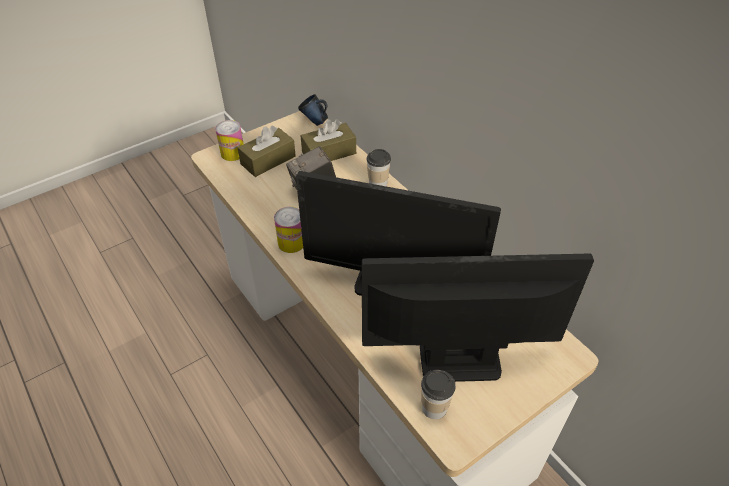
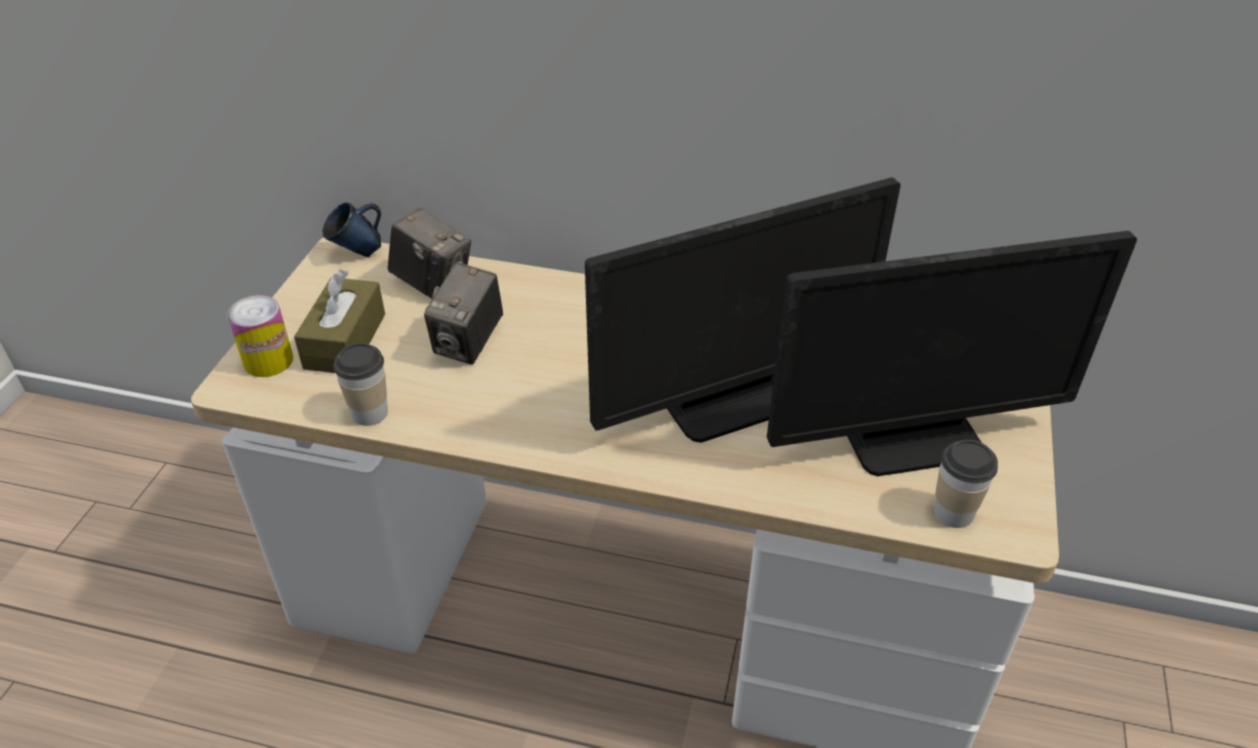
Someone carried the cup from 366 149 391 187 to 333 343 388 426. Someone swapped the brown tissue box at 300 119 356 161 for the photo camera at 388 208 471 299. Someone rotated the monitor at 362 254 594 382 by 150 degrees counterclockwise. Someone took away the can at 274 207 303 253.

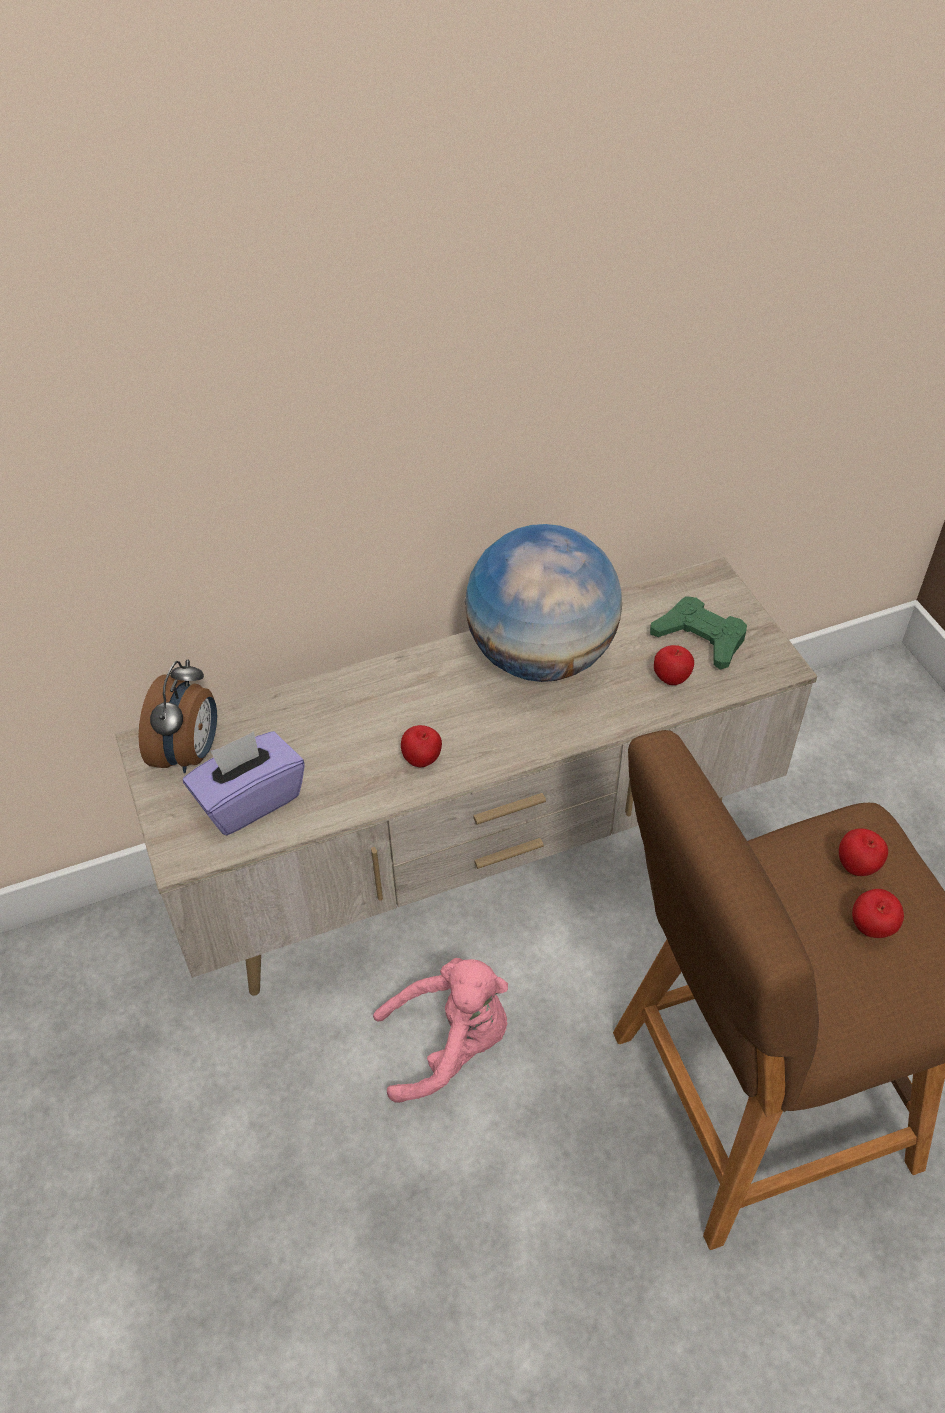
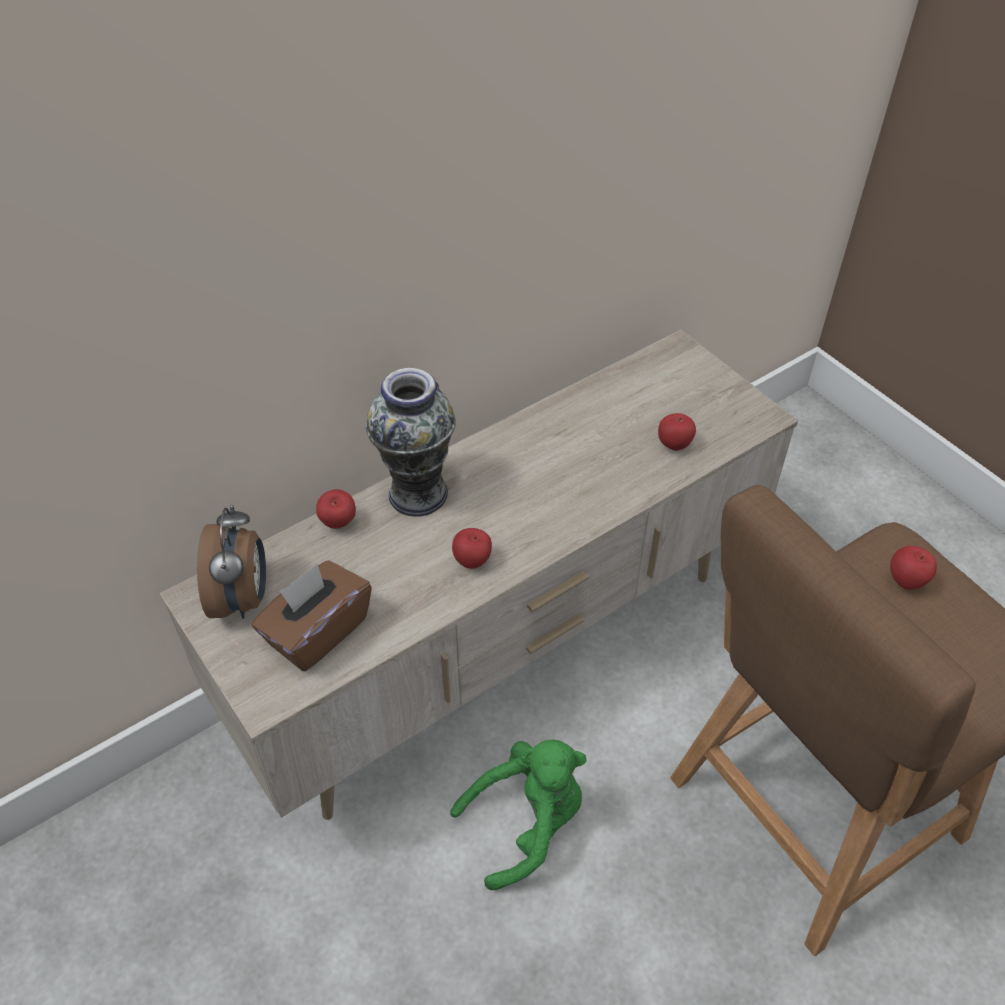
Someone repainted the purple tissue box at 183 731 305 835, which became the brown tissue box at 252 560 372 671. Someone carried the apple from 852 889 904 938 to 316 489 356 529. Someone put down the vase at 366 368 456 517. Someone repainted the pink plush toy at 373 958 508 1103, which became the green plush toy at 450 740 587 890. Someone took away the globe at 465 524 622 682. Someone took away the green game controller at 650 596 747 670.

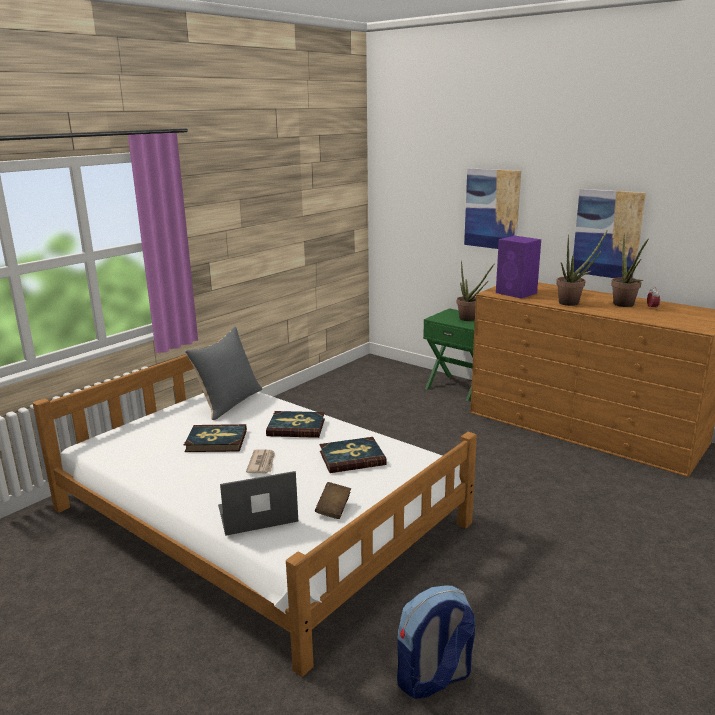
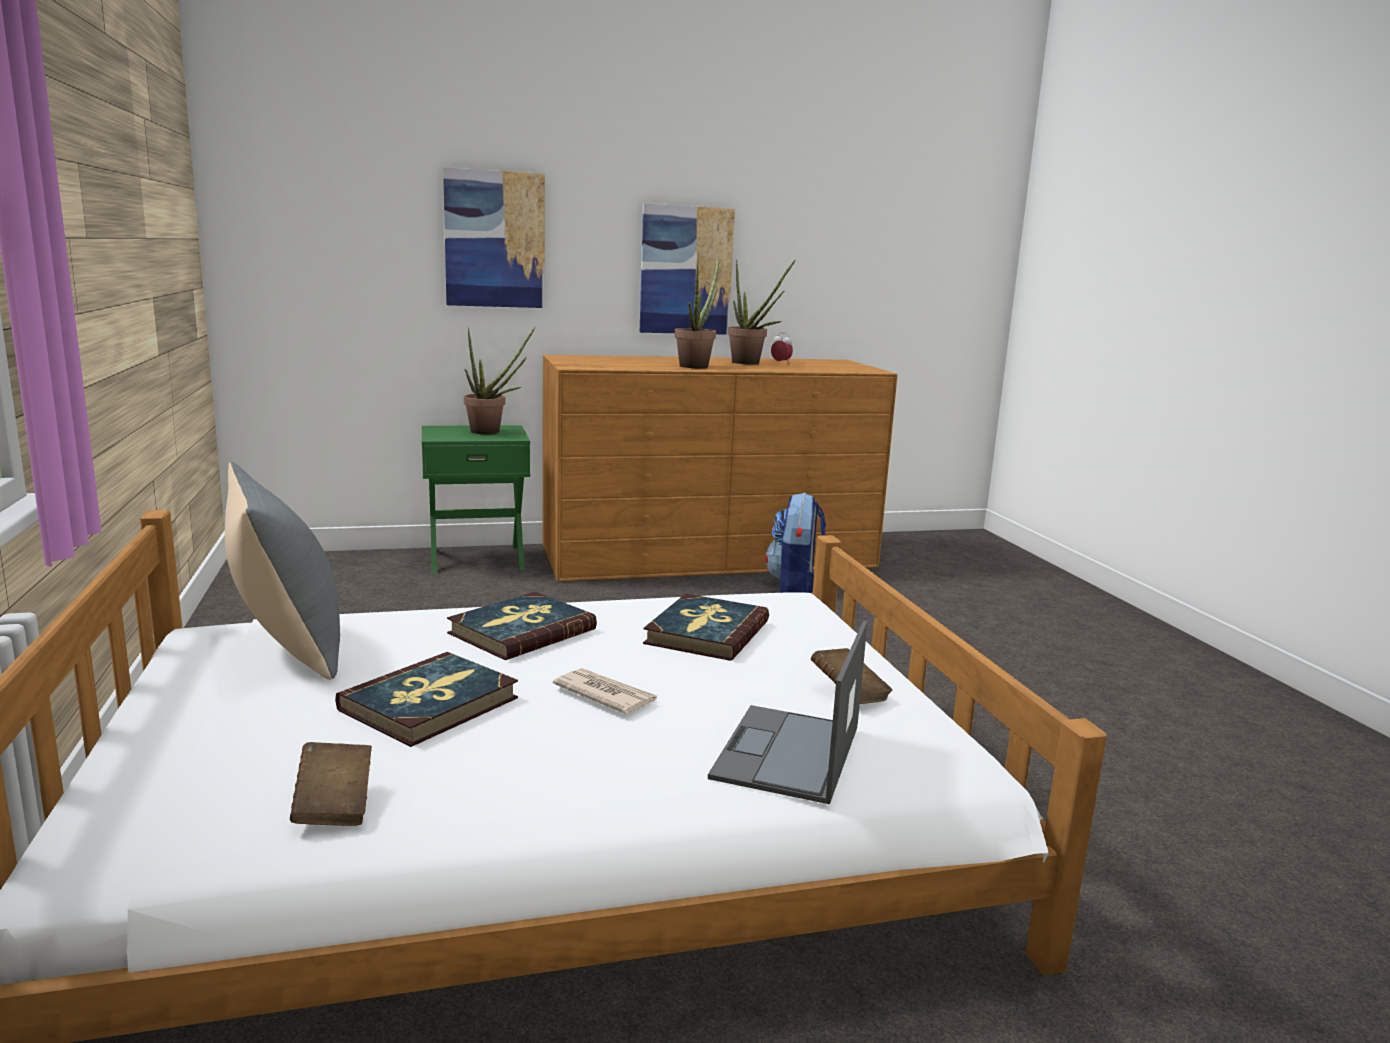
Someone put down the brown book at 290 742 372 826. Someone carried the backpack from 397 586 475 699 to 765 493 826 593. Someone took away the purple speaker at 496 236 541 299.

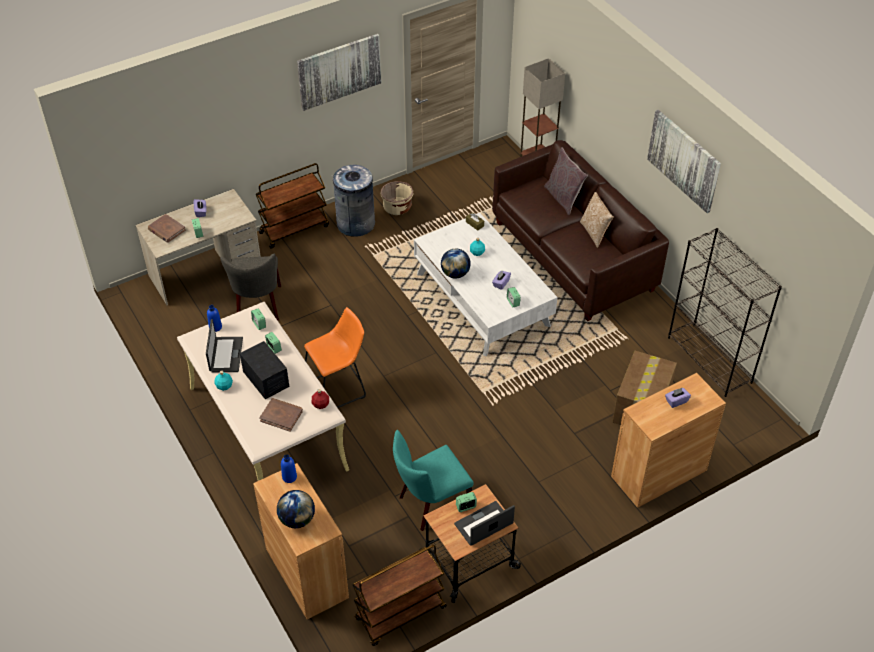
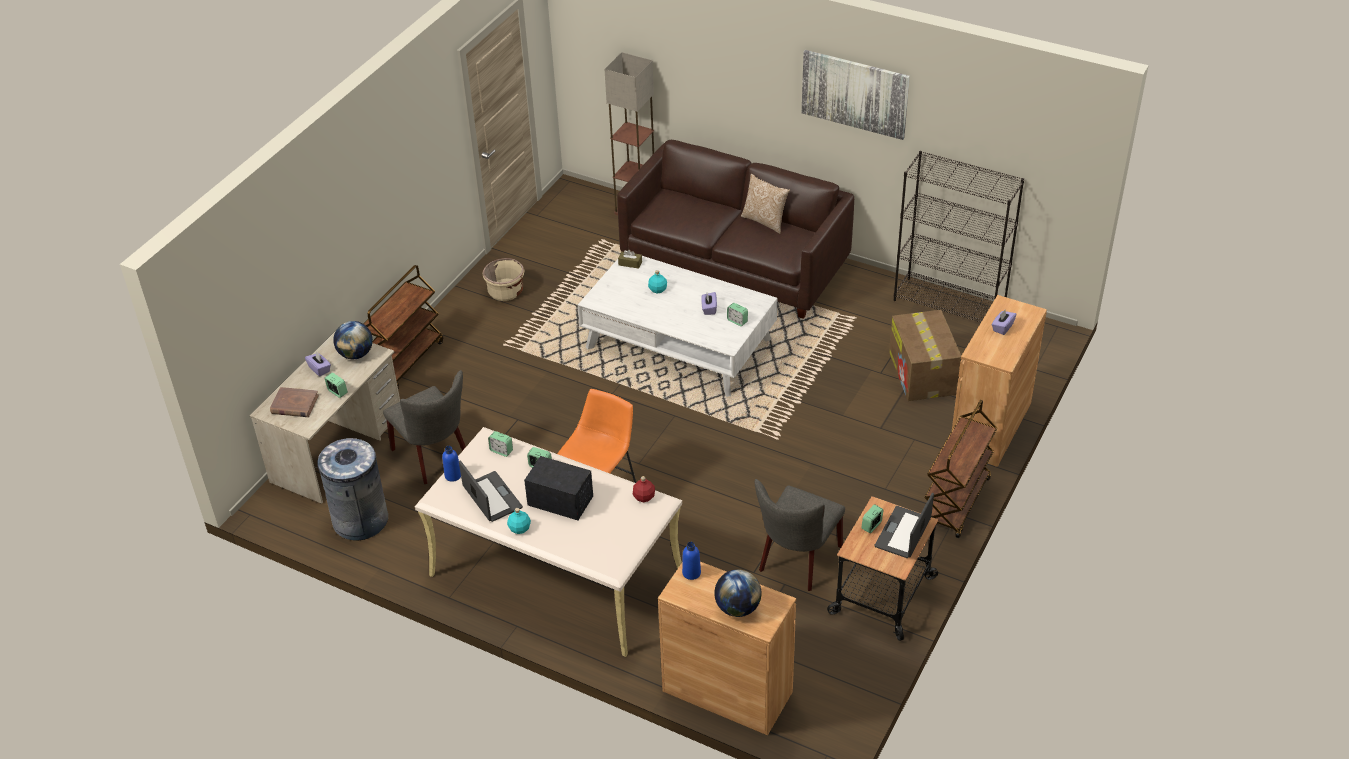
Someone carried the grey trash can from 333 165 375 237 to 317 438 388 541. Someone carried the globe from 441 249 471 278 to 333 321 373 359. Someone repainted the turquoise chair at 393 430 474 531, which became the grey chair at 755 479 845 591. Someone carried the brown cart from 353 545 447 646 to 925 400 997 538. Someone took away the brown book at 259 398 303 432. Someone took away the picture at 297 34 381 111. Someone took away the grey pillow at 544 147 588 215.

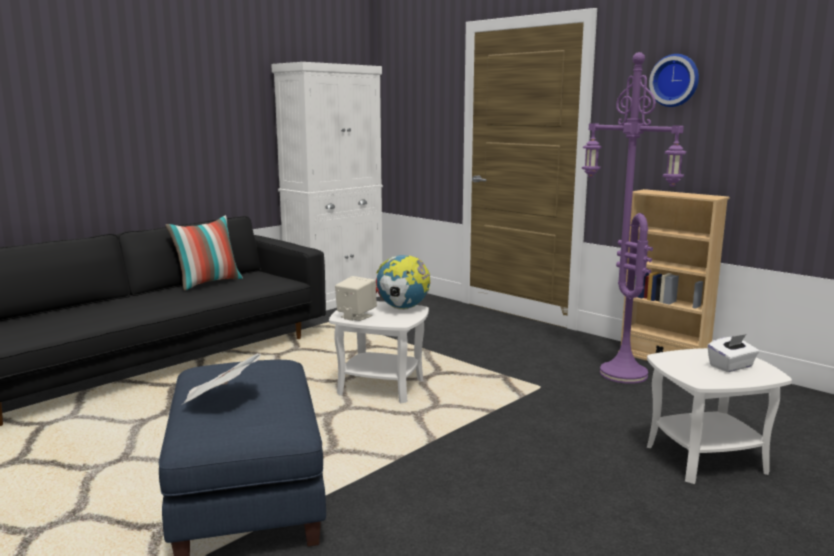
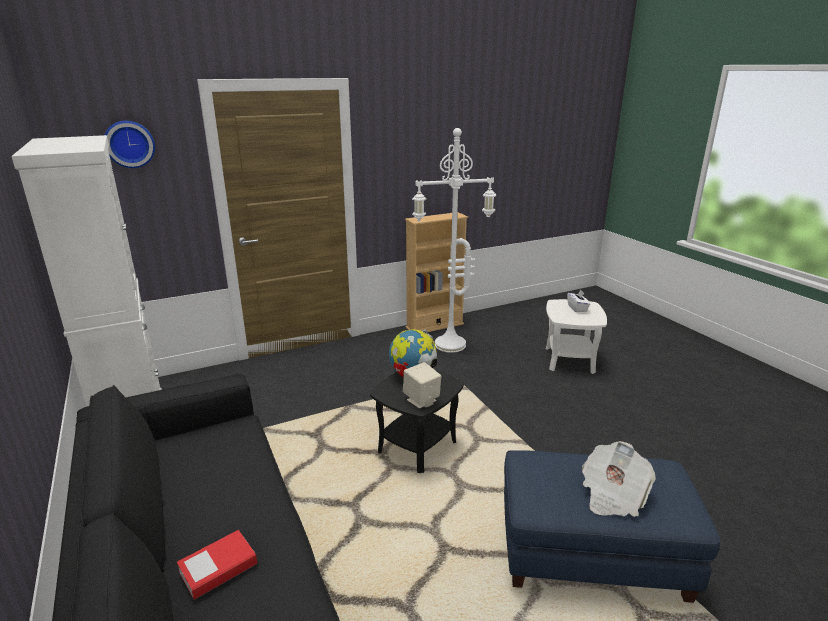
Someone carried the wall clock from 649 54 699 107 to 105 121 155 168. Someone put down the book at 177 530 257 600. Someone repainted the white side table at 329 301 429 403, which became the black side table at 370 369 464 473. Someone repainted the purple floor lamp at 582 52 686 384, which became the white floor lamp at 412 128 496 353. Someone took away the pillow at 165 215 243 291.

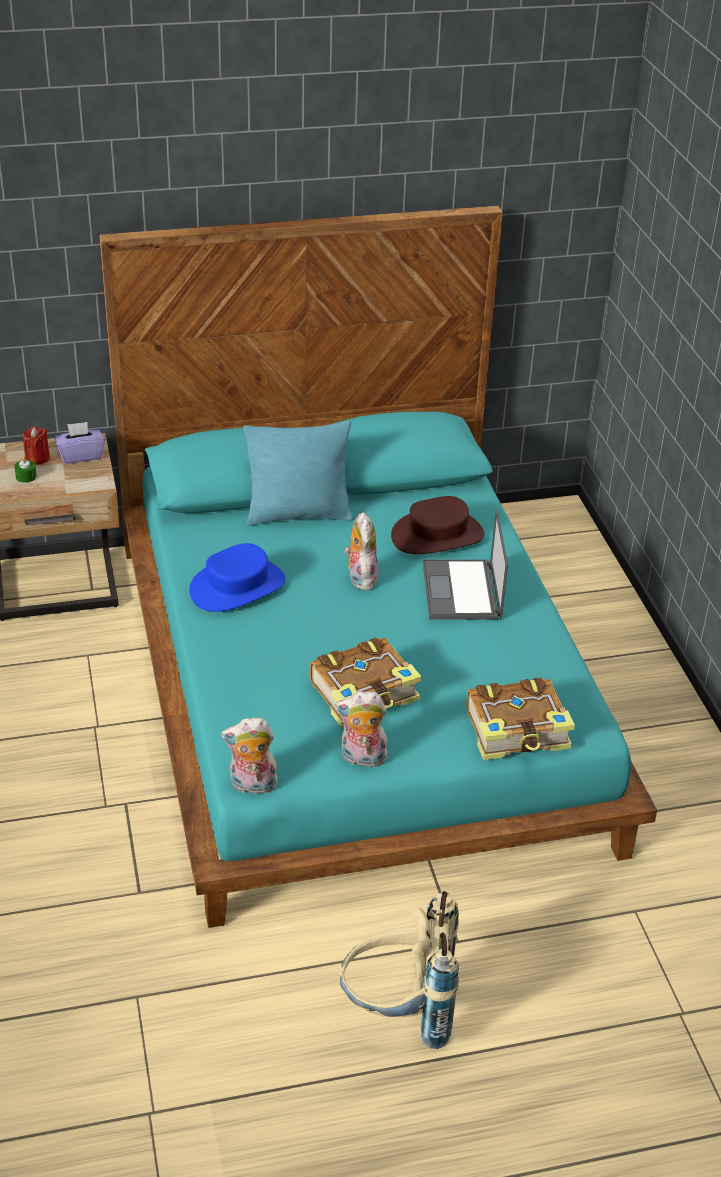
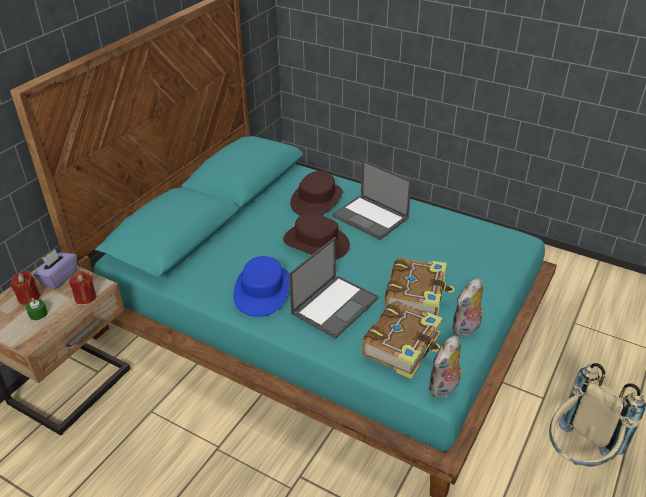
Someone put down the red candle at 69 271 96 304. Someone swapped the plush toy at 344 512 379 591 for the brown hat at 283 213 350 259. Someone put down the laptop at 289 237 379 339. Someone carried the book from 466 677 575 760 to 362 301 443 379. Someone took away the turquoise pillow at 243 421 353 526.

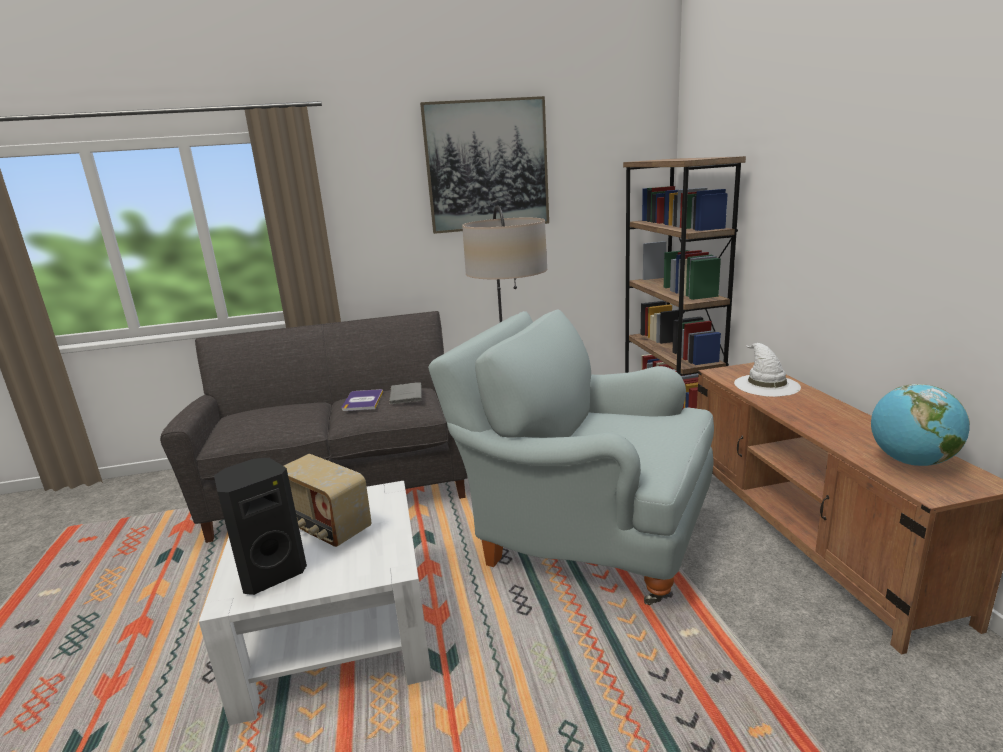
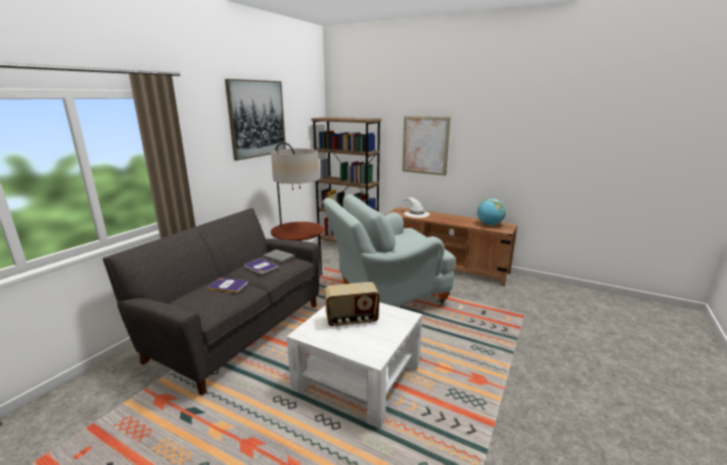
Someone put down the book at 207 278 248 293. Someone put up the picture at 402 116 450 175. Someone took away the black speaker at 214 458 307 595.

